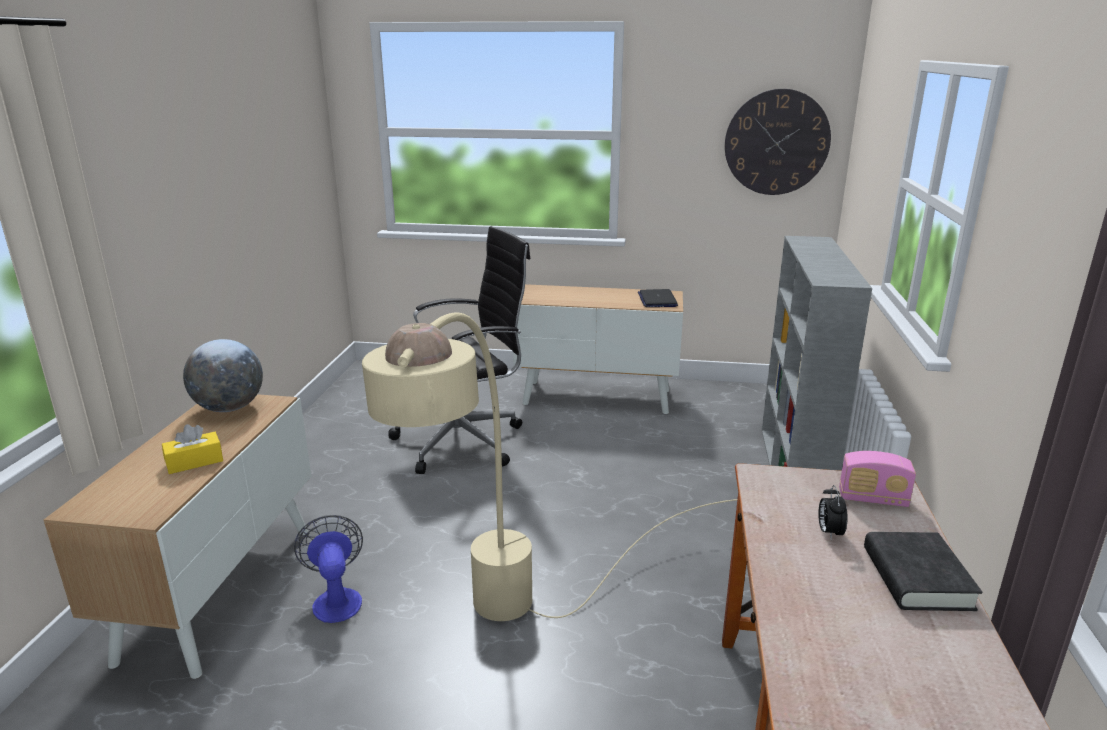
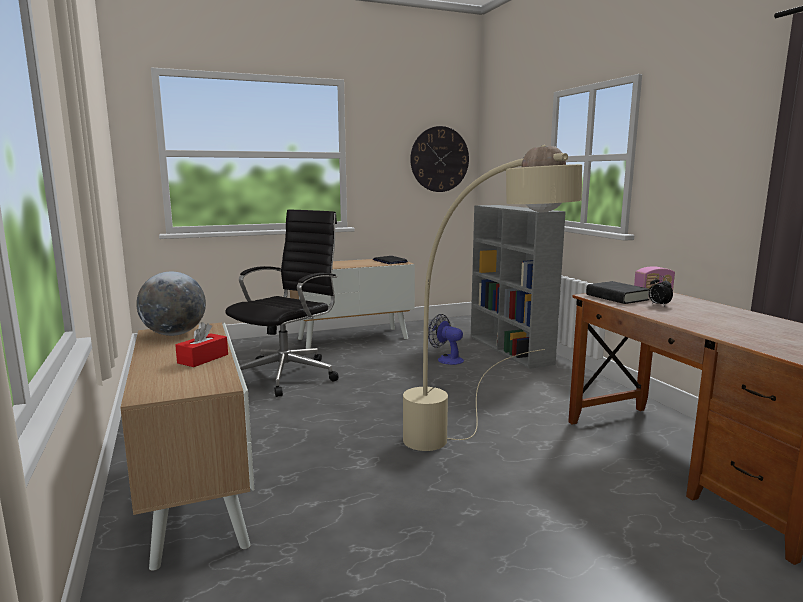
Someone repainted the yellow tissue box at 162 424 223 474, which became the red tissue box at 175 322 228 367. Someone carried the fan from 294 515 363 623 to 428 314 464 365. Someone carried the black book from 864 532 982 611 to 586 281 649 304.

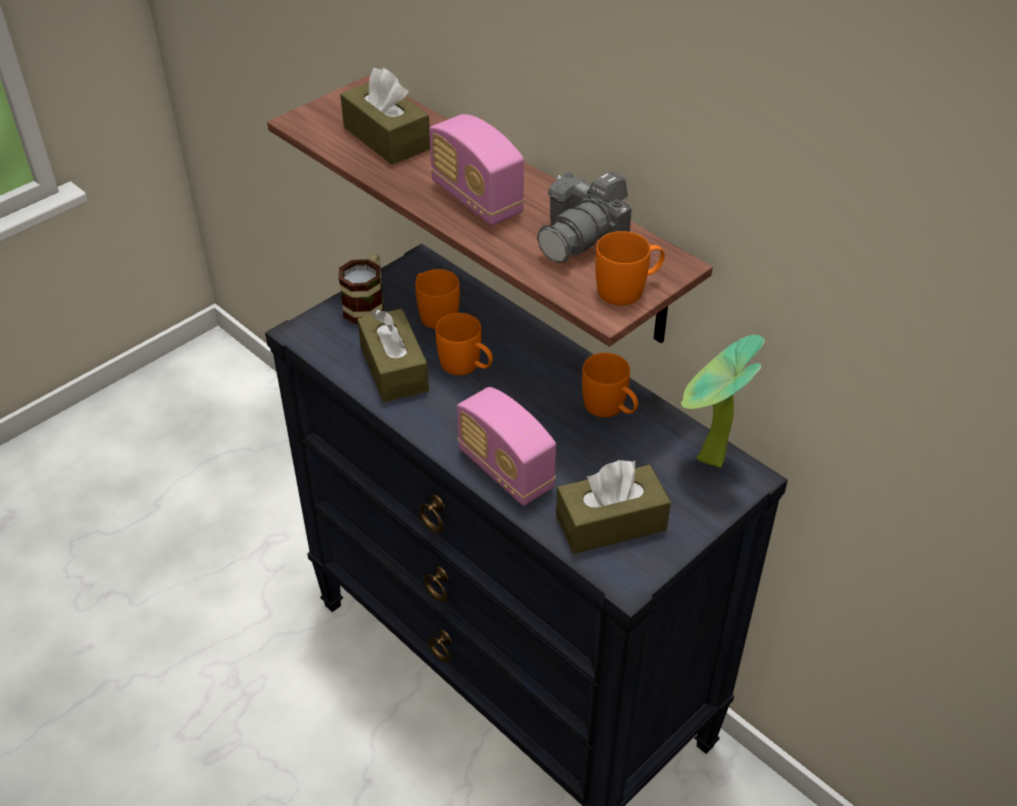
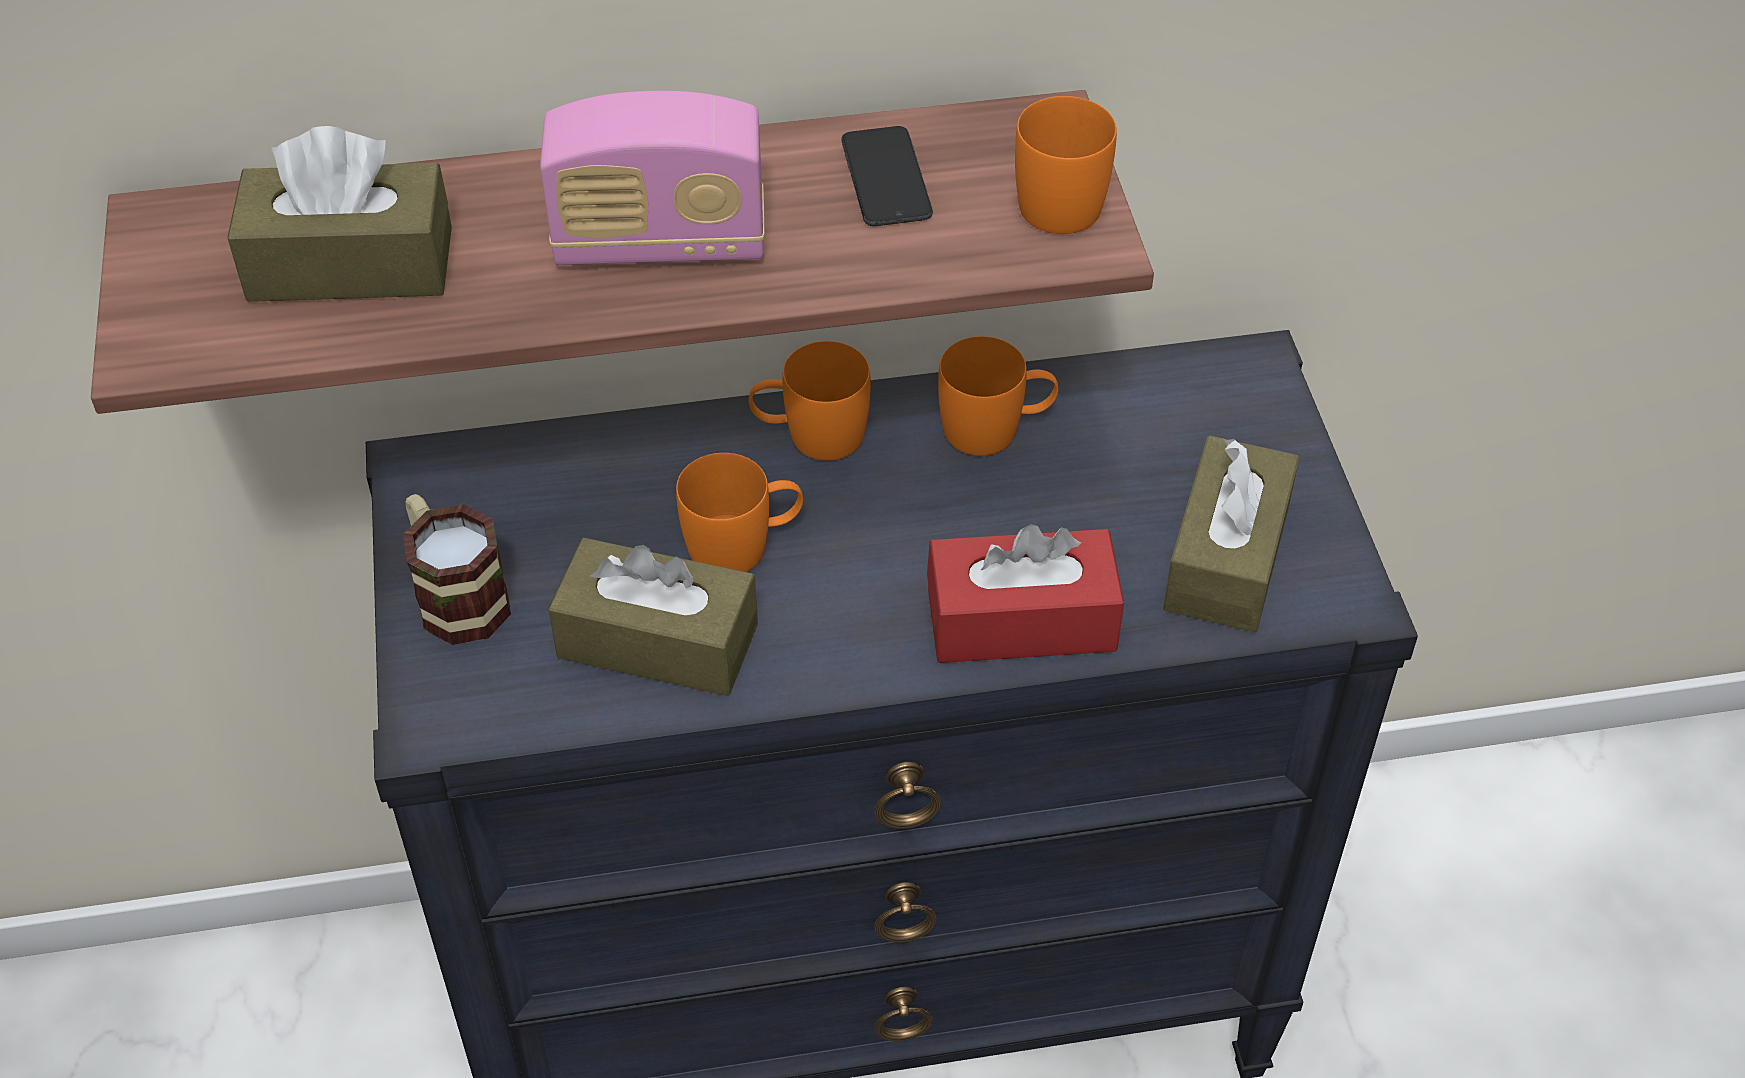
Someone carried the orange mug from 415 269 460 329 to 749 341 871 461. Someone swapped the photo camera at 537 171 632 263 for the phone at 841 126 933 226. Someone swapped the radio at 457 387 556 506 for the red tissue box at 927 524 1124 663. Someone took away the potted plant at 681 335 765 468.

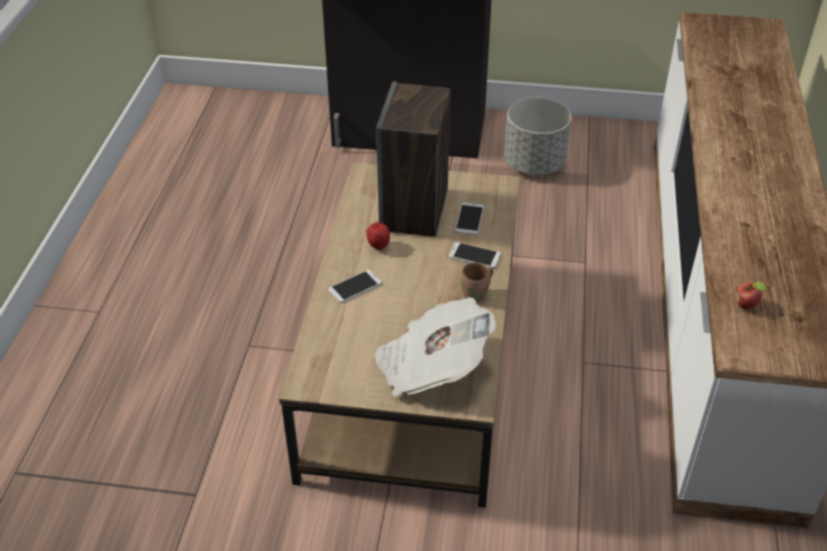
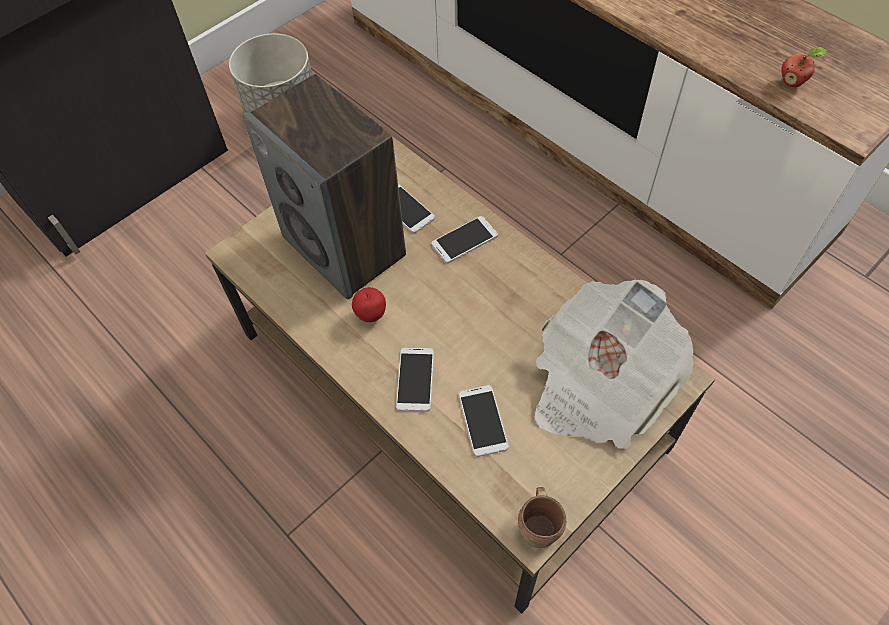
Someone put down the phone at 459 385 509 457. Someone carried the brown mug from 461 262 494 303 to 518 487 566 548.

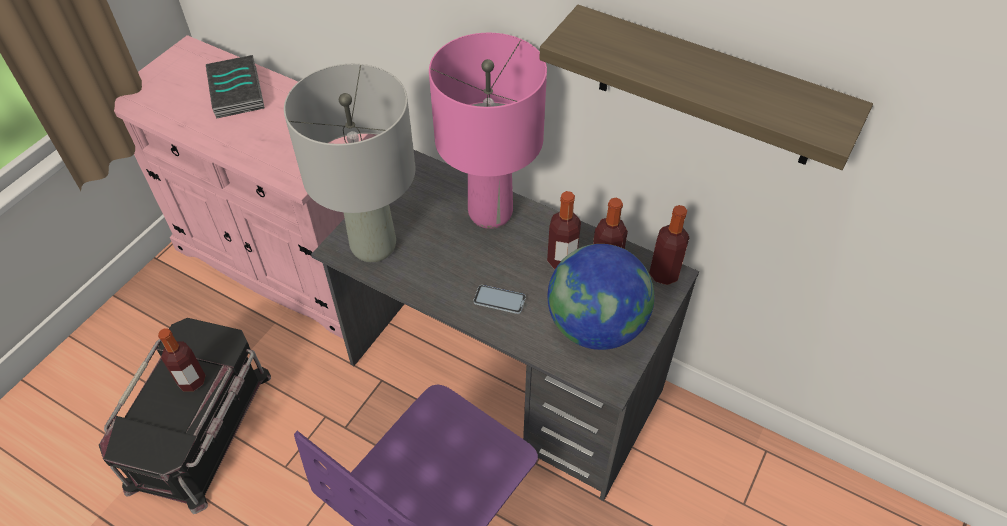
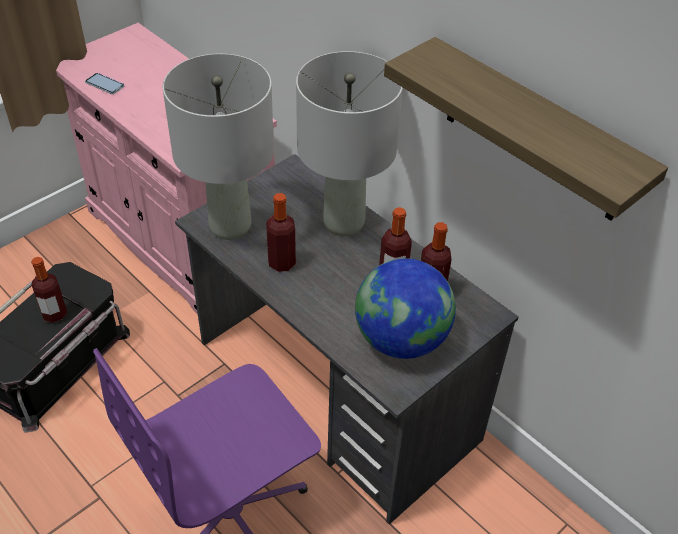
Someone carried the phone from 473 285 526 314 to 85 73 124 94. Someone carried the bottle from 649 205 689 285 to 266 193 296 272. Someone repainted the pink table lamp at 429 33 547 229, which became the grey table lamp at 296 51 403 236. Someone took away the book at 206 55 265 118.

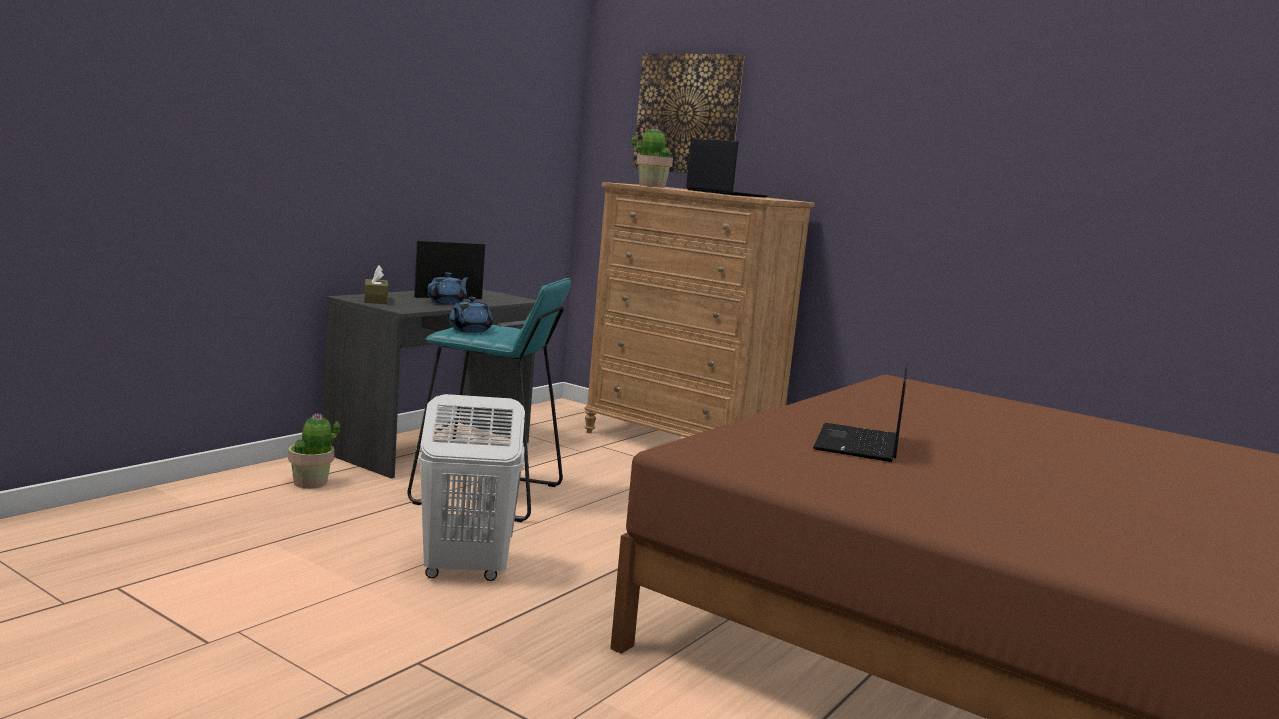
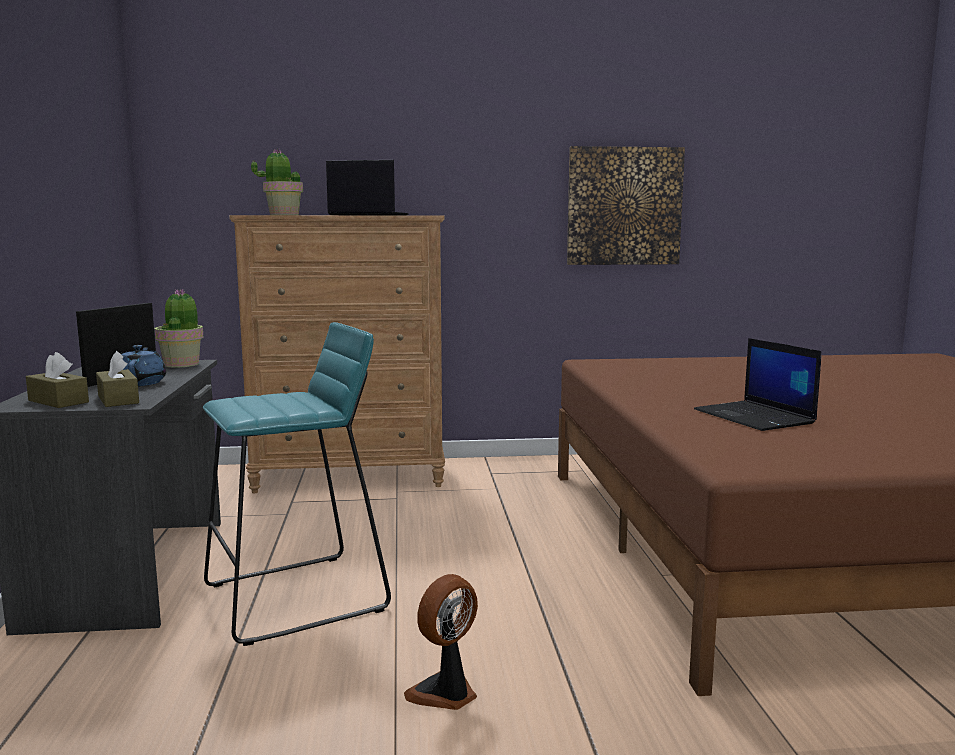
Someone put down the brown tissue box at 96 351 139 407. Someone carried the potted plant from 288 413 340 489 to 155 289 204 367. Someone swapped the white laundry basket at 418 394 525 581 for the fan at 404 574 478 710. Someone carried the picture from 633 53 745 173 to 567 146 685 265. Someone took away the blue teapot at 449 297 493 333.

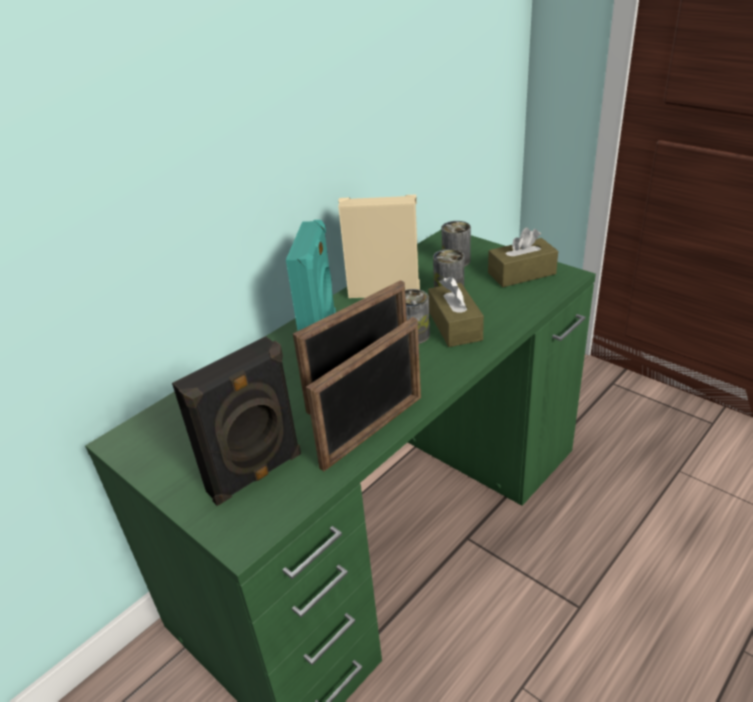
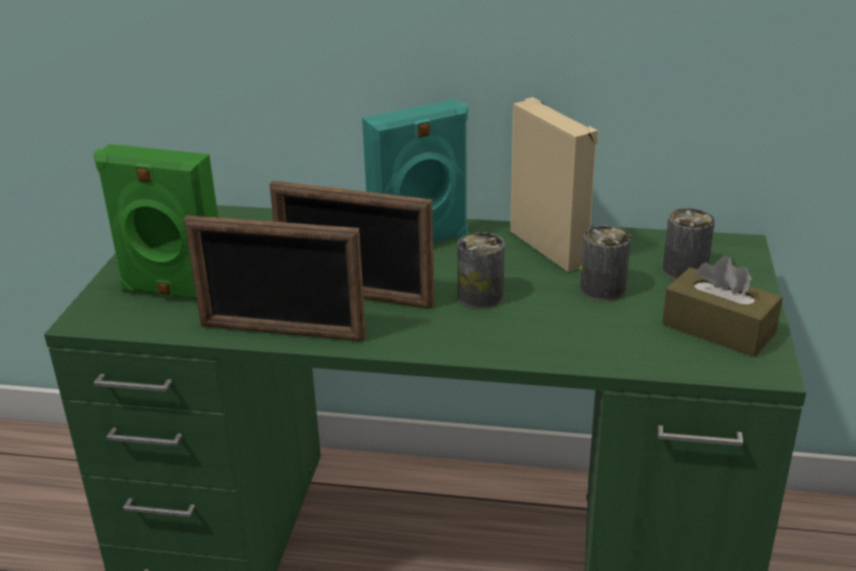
Someone repainted the black speaker at 172 336 301 506, which became the green speaker at 93 144 218 299. Someone took away the brown tissue box at 428 276 484 347.

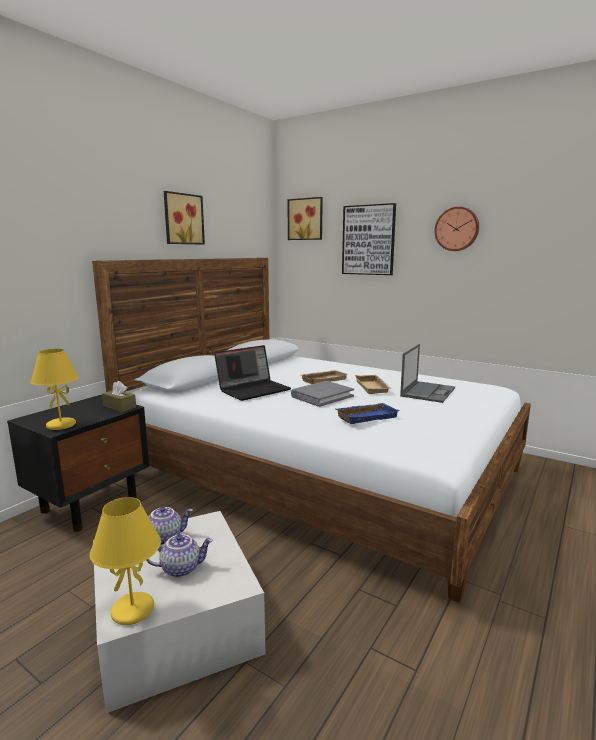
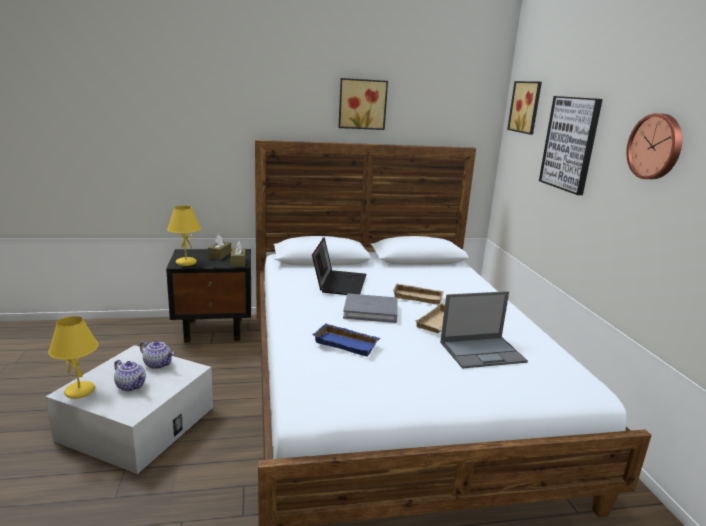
Someone put down the brown tissue box at 208 235 231 260. Someone rotated the laptop at 214 345 291 401 by 90 degrees counterclockwise.

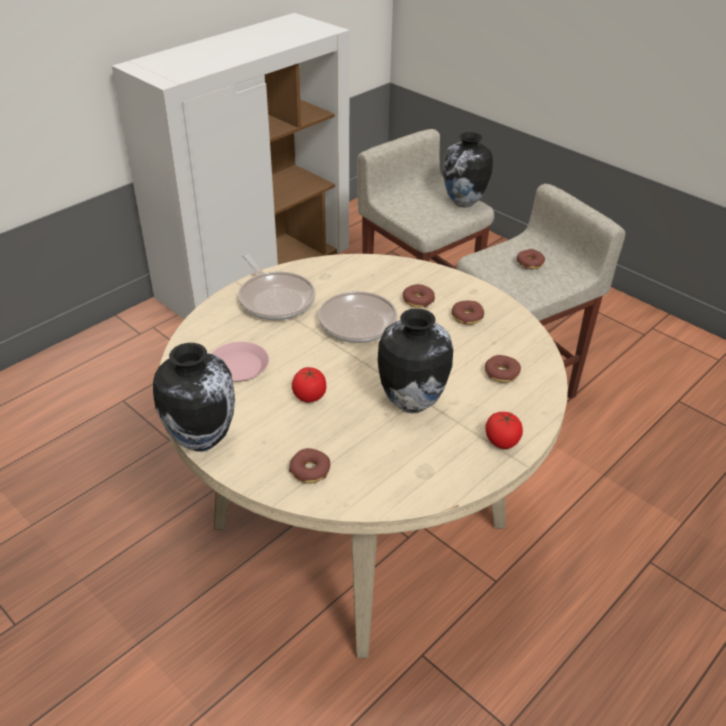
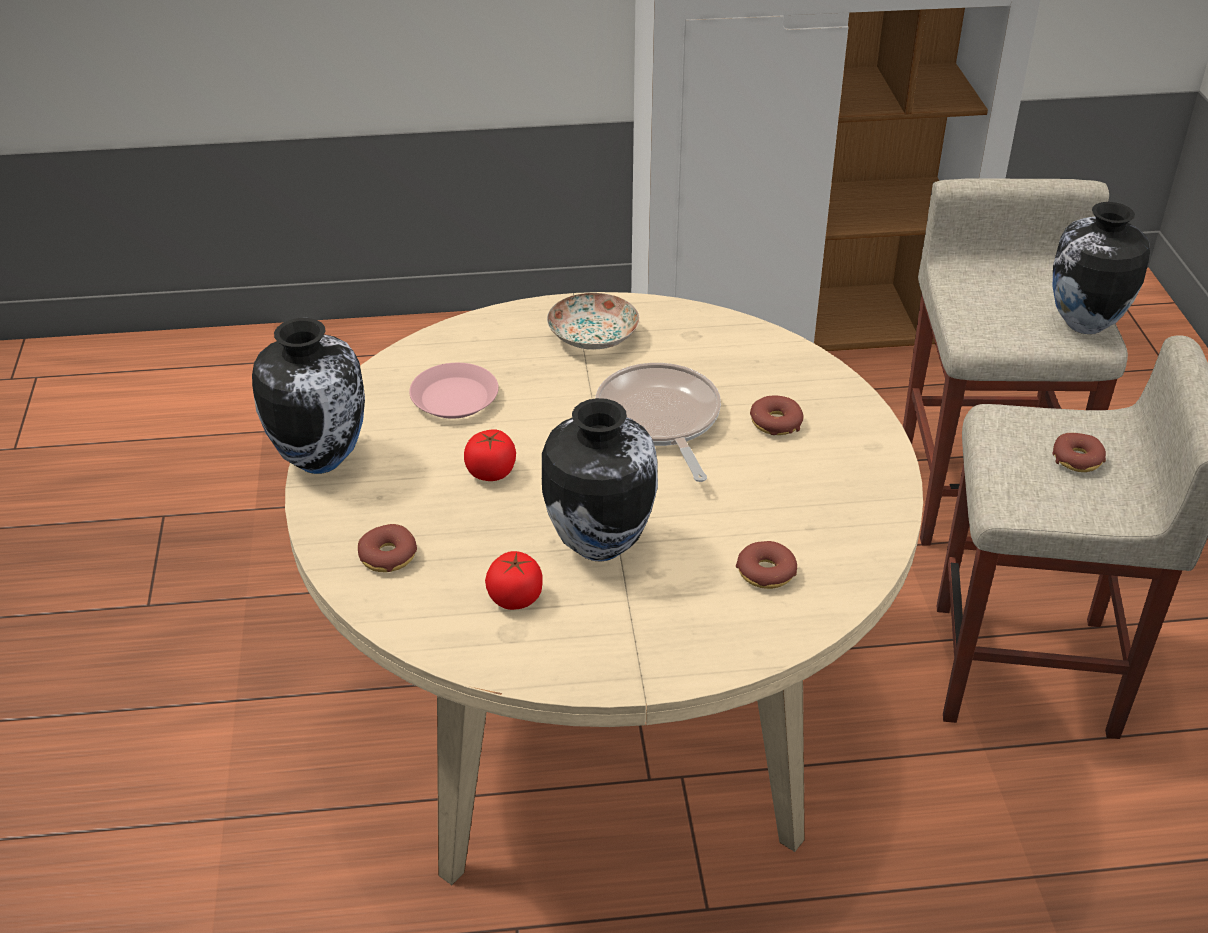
Someone carried the tomato from 485 412 523 449 to 485 551 543 610. Someone swapped the frying pan at 238 253 315 320 for the plate at 547 293 639 350. Someone took away the donut at 452 301 484 325.

